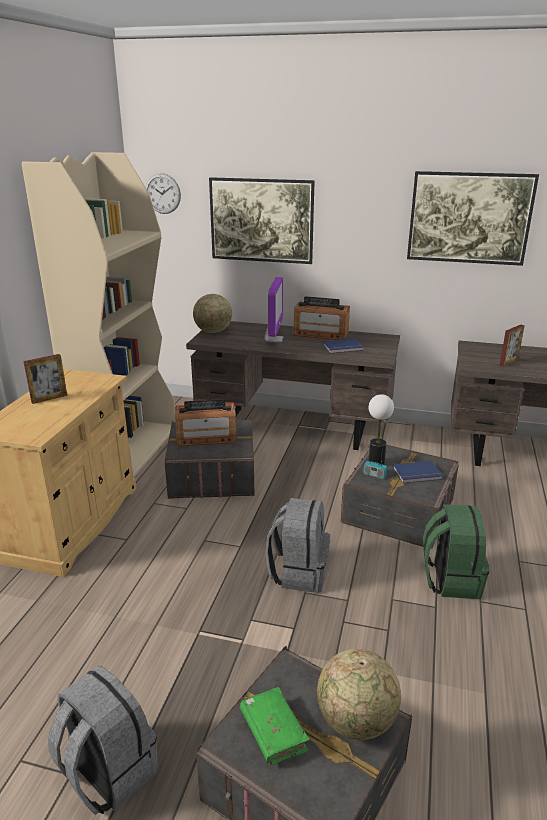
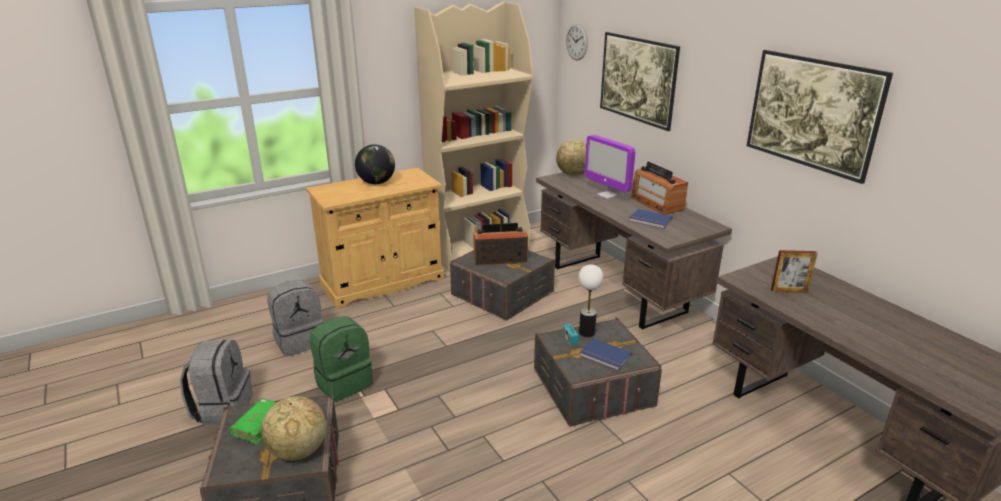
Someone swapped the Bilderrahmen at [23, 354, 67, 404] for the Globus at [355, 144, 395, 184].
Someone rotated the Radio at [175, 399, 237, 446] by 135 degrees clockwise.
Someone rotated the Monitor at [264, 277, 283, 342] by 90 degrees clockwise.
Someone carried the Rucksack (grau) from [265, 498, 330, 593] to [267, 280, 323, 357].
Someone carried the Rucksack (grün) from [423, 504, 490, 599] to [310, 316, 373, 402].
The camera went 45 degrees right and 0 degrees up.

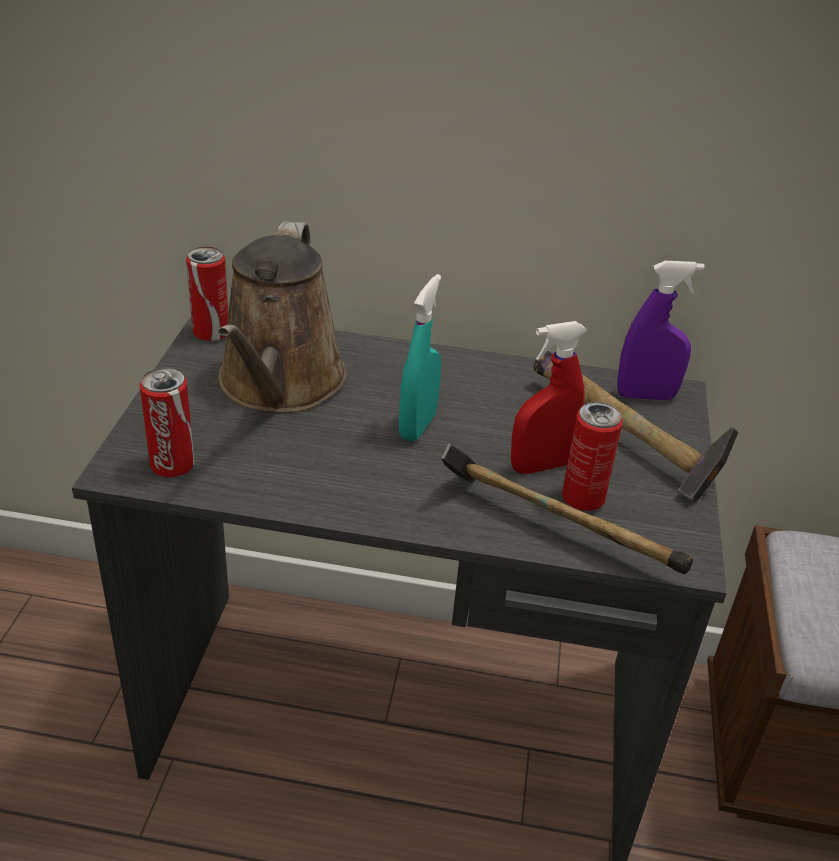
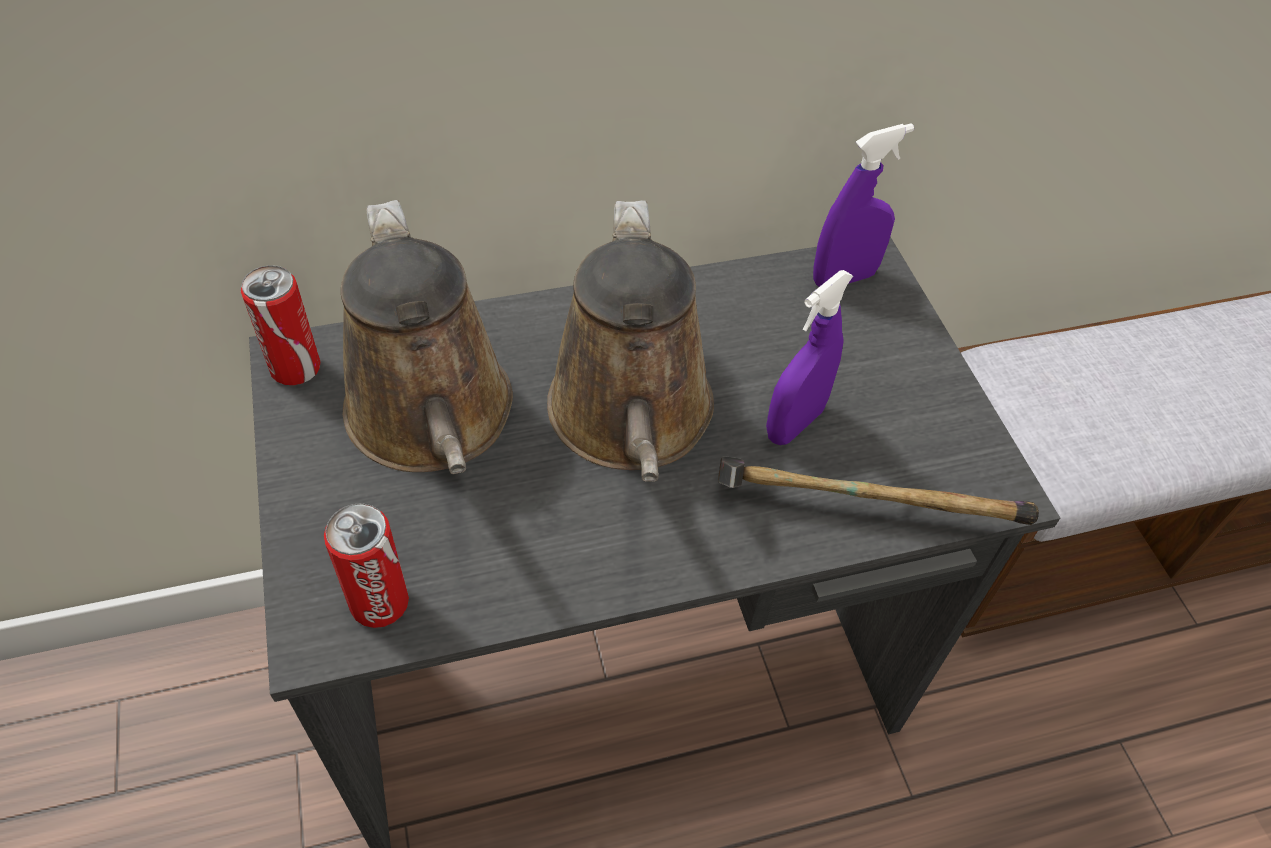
Someone swapped the Sprühflasche (türkis) at [399, 274, 441, 442] for the Gießkanne (braun) at [547, 200, 714, 482].
Someone repainted the Sprühflasche (rot) at [511, 321, 587, 474], which became the Sprühflasche (lila) at [766, 270, 853, 445].
Someone took away the Hammer at [534, 351, 738, 503].
Someone took away the Dose at [562, 402, 623, 511].
The camera went 25 degrees left and 15 degrees up.

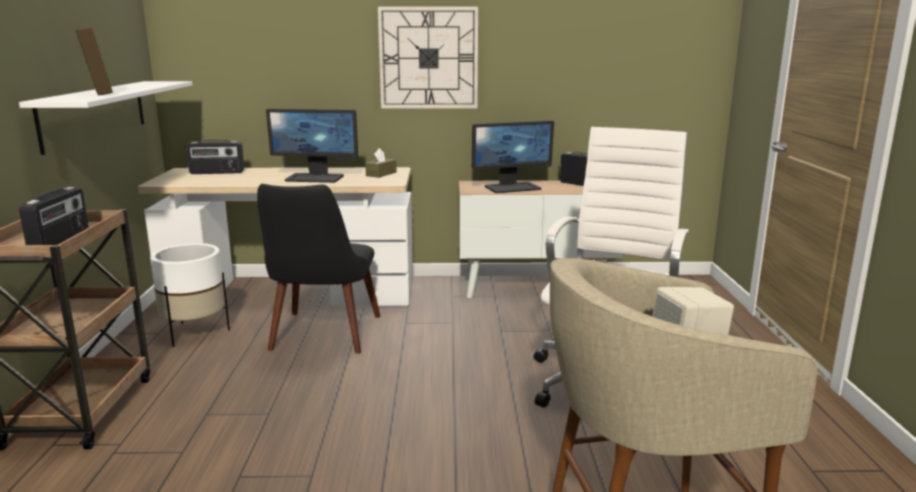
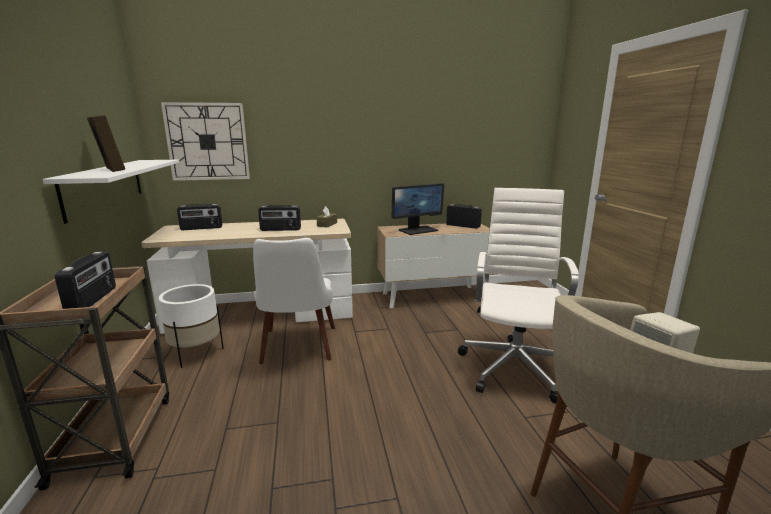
Someone repainted the Stuhl (schwarz) at [257, 184, 381, 354], which became the Stuhl (weiß) at [253, 238, 335, 364].
Someone swapped the Monitor at [266, 109, 358, 183] for the Radio at [258, 205, 301, 231].
Someone carried the Wanduhr from [378, 6, 478, 109] to [161, 102, 250, 181].
The camera went 10 degrees left and 0 degrees up.

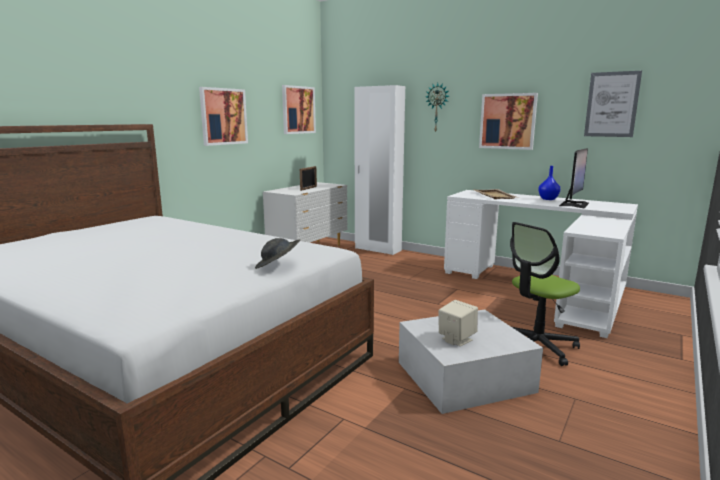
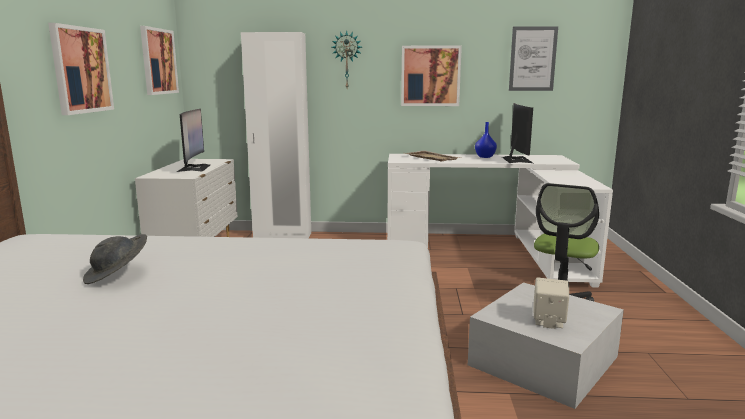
Someone carried the Hut (grau) from [255, 238, 300, 269] to [83, 234, 147, 284].
Someone swapped the Bilderrahmen at [300, 166, 317, 191] for the Monitor at [177, 109, 210, 172].
The camera went 30 degrees left and 0 degrees up.

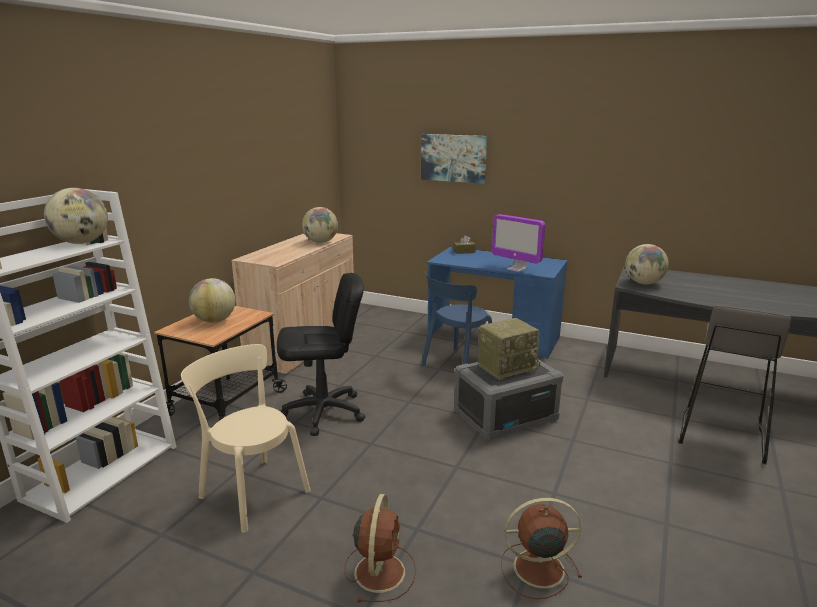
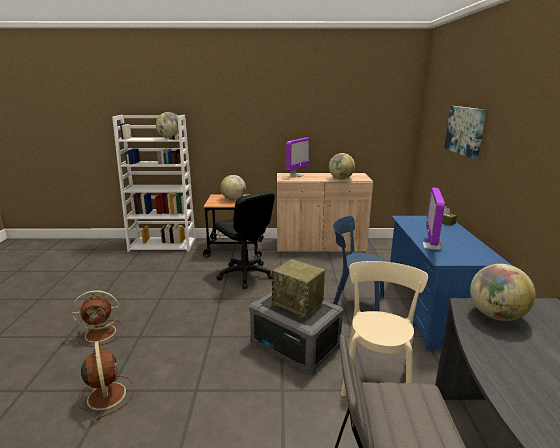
Someone carried the Stuhl (beige) from [181, 344, 311, 533] to [341, 261, 428, 396].
Someone put down the Monitor at [286, 138, 310, 177].
The camera went 65 degrees right and 0 degrees up.

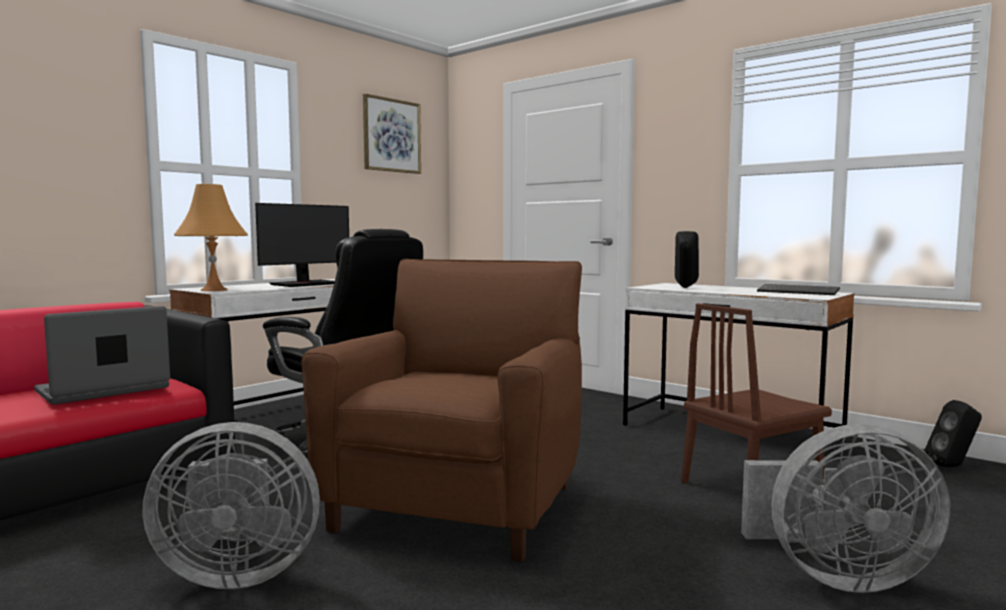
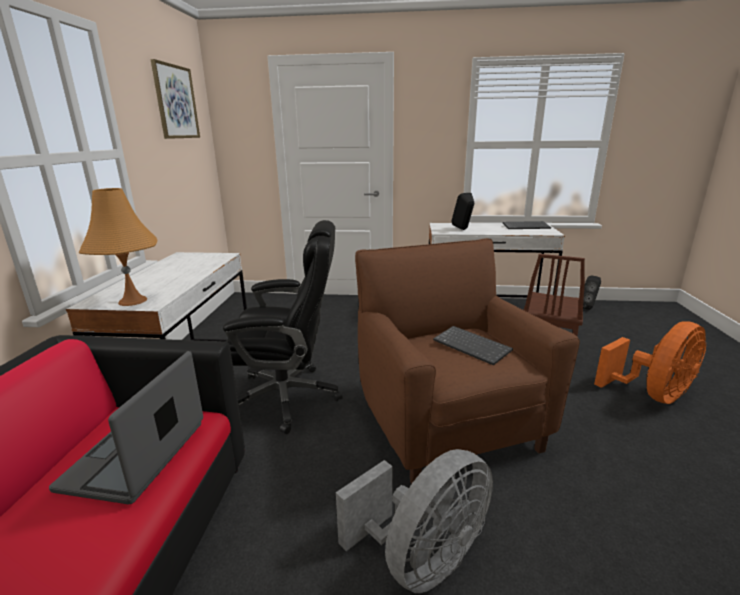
Someone took away the Monitor at [255, 203, 349, 287].
Someone repainted the Ventilator (grau) at [741, 424, 950, 593], which became the Ventilator (orange) at [594, 321, 706, 404].
Someone put down the Tastatur at [433, 326, 513, 366].
The camera went 35 degrees left and 15 degrees up.

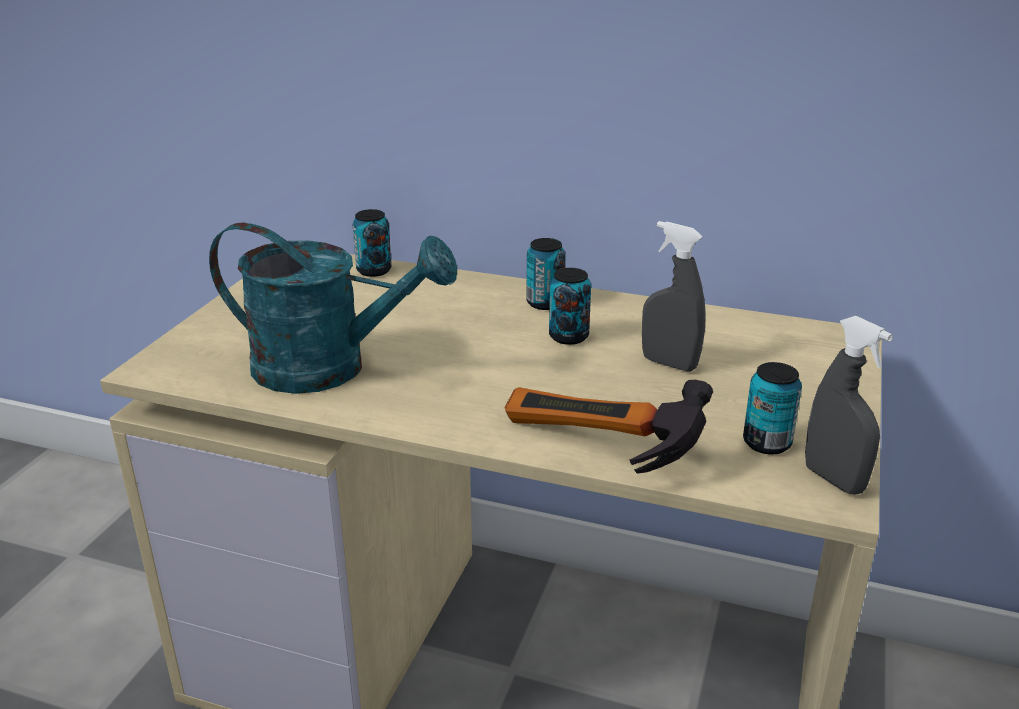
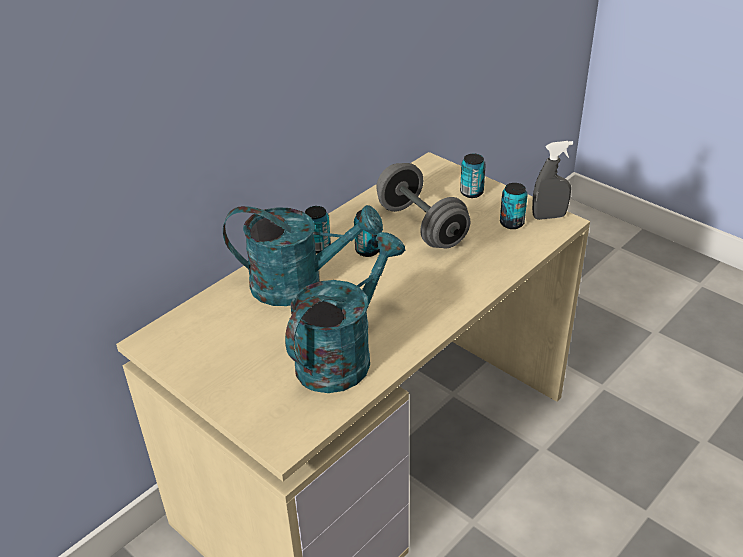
Someone carried the Dose from [353, 209, 391, 277] to [460, 153, 486, 198].
Someone took away the Hammer at [504, 380, 713, 474].
Someone swapped the Sprühflasche (grau) at [642, 221, 706, 372] for the Hantel (grau) at [376, 163, 470, 248].
Someone put down the Gießkanne (türkis) at [223, 205, 383, 306].
The camera went 65 degrees left and 10 degrees up.

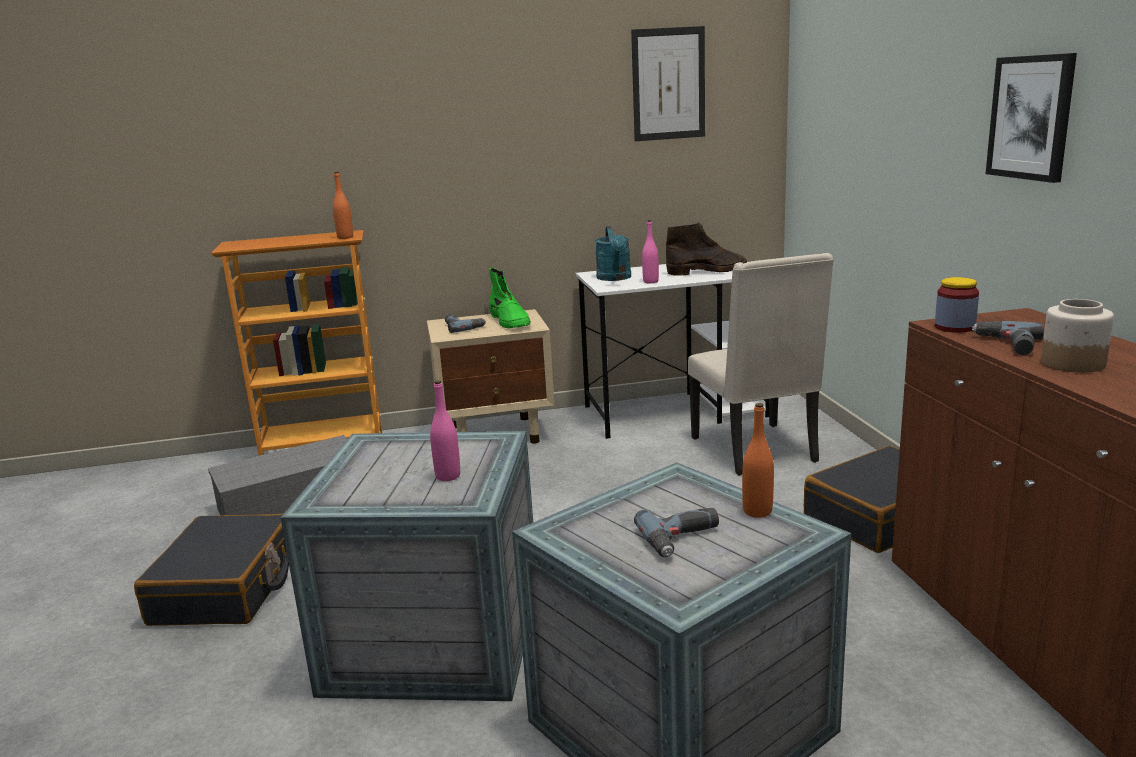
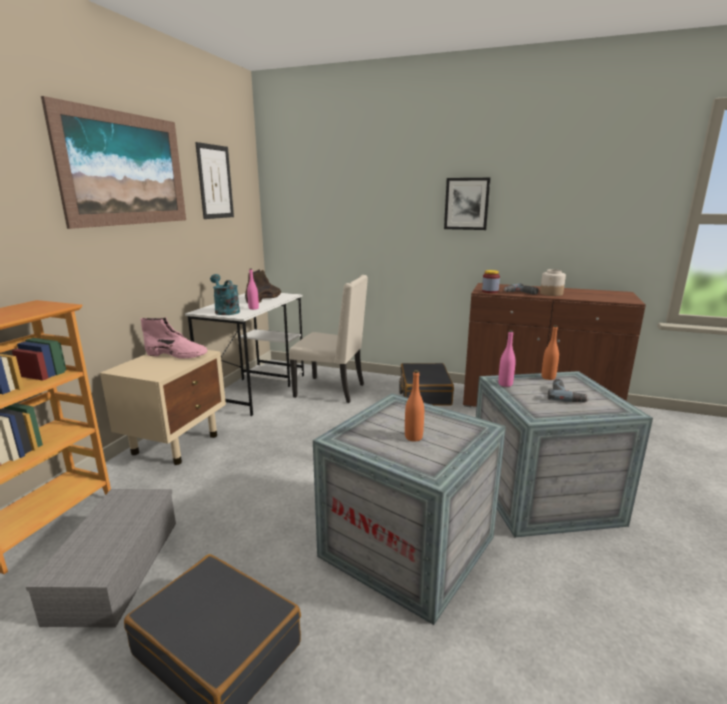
Someone carried the Flasche (orange) from [333, 172, 353, 239] to [405, 370, 424, 441].
Someone carried the Flasche (rosa) from [430, 380, 460, 481] to [498, 330, 516, 387].
Someone took away the Bohrmaschine at [445, 314, 486, 333].
Someone repainted the Stiefel (grün) at [489, 268, 531, 328], which became the Stiefel (rosa) at [141, 317, 208, 359].
Someone rotated the Gießkanne (türkis) at [595, 226, 631, 281] by 150 degrees counterclockwise.
Someone put up the Bild at [41, 96, 186, 229].
The camera went 60 degrees left and 0 degrees up.

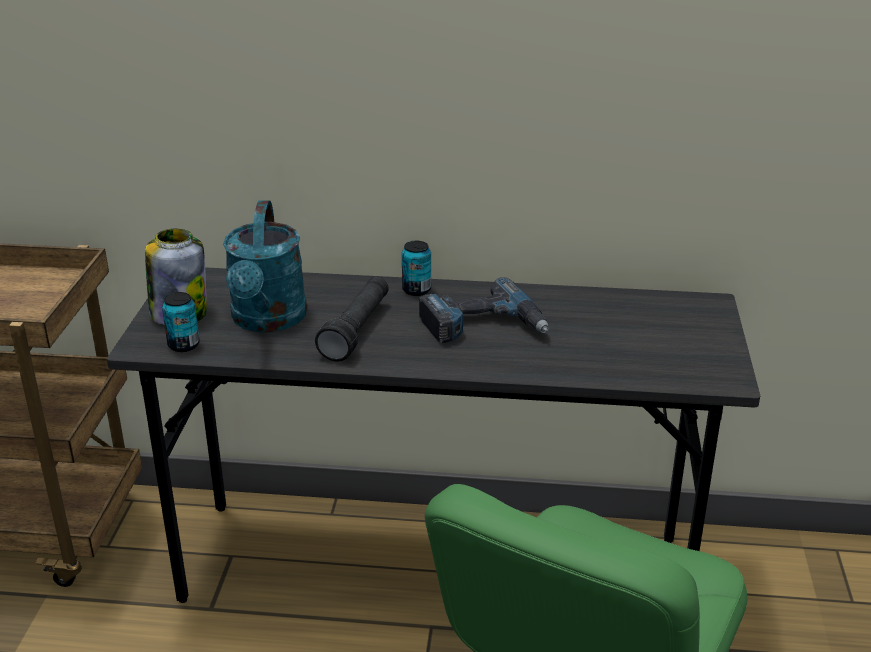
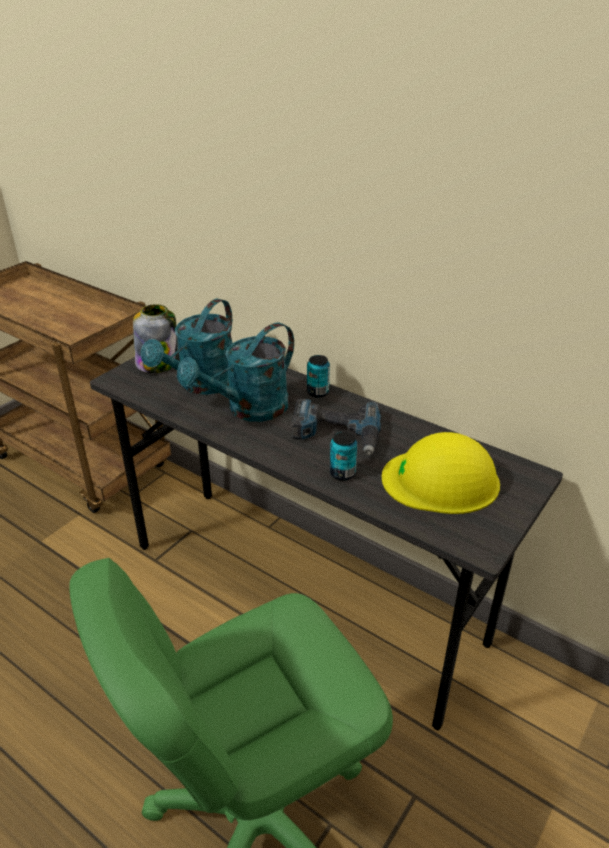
Someone carried the Dose from [162, 292, 199, 352] to [330, 431, 357, 481].
Someone swapped the Taschenlampe (schwarz) at [315, 277, 389, 362] for the Gießkanne (türkis) at [177, 322, 294, 422].
Someone put down the Schutzhelm (gelb) at [382, 432, 500, 514].
The camera went 30 degrees right and 5 degrees up.

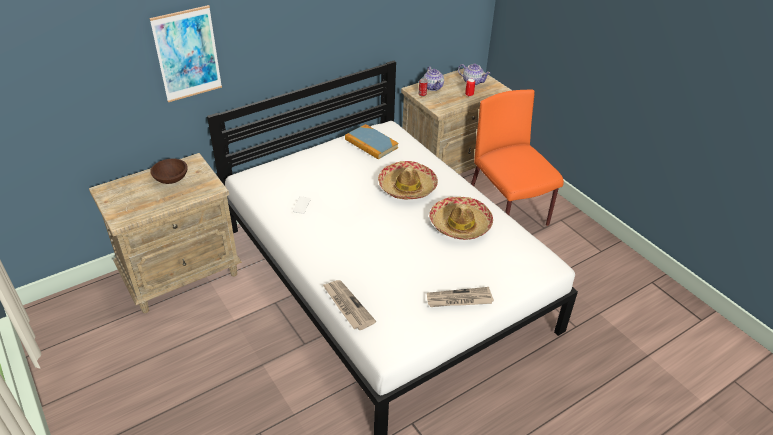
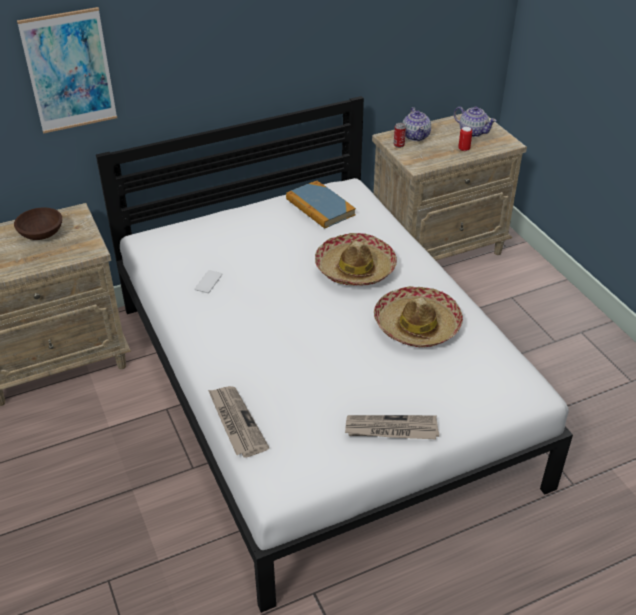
Someone took away the Stuhl (orange) at [471, 89, 564, 226].
The camera went 10 degrees right and 0 degrees up.

